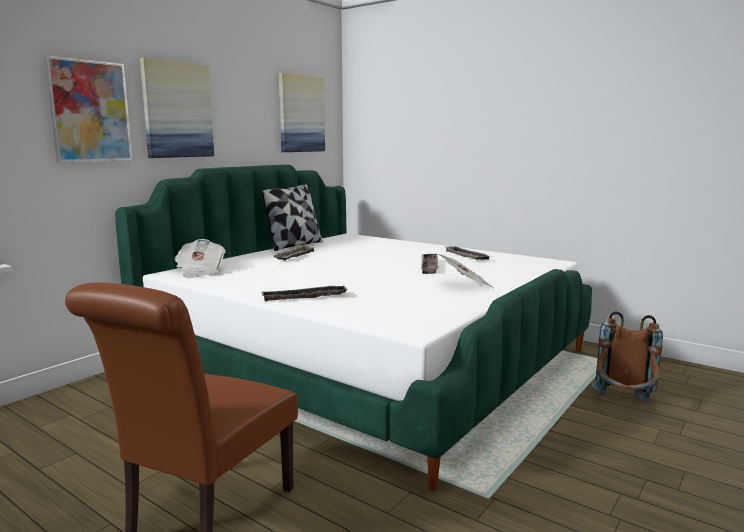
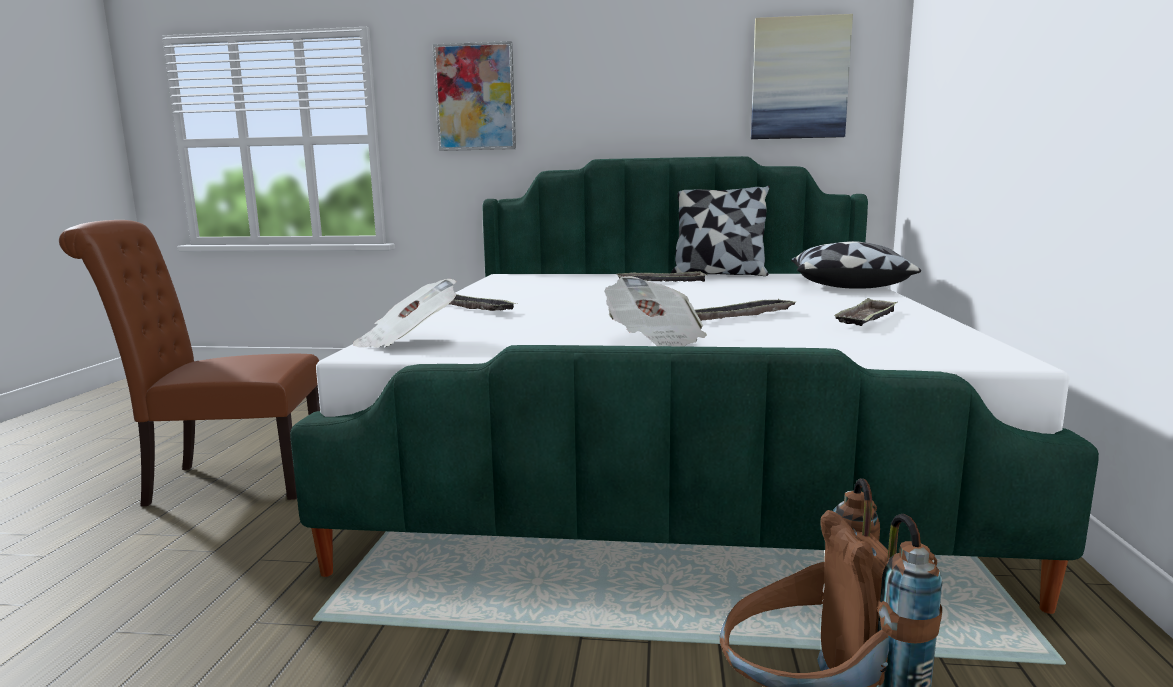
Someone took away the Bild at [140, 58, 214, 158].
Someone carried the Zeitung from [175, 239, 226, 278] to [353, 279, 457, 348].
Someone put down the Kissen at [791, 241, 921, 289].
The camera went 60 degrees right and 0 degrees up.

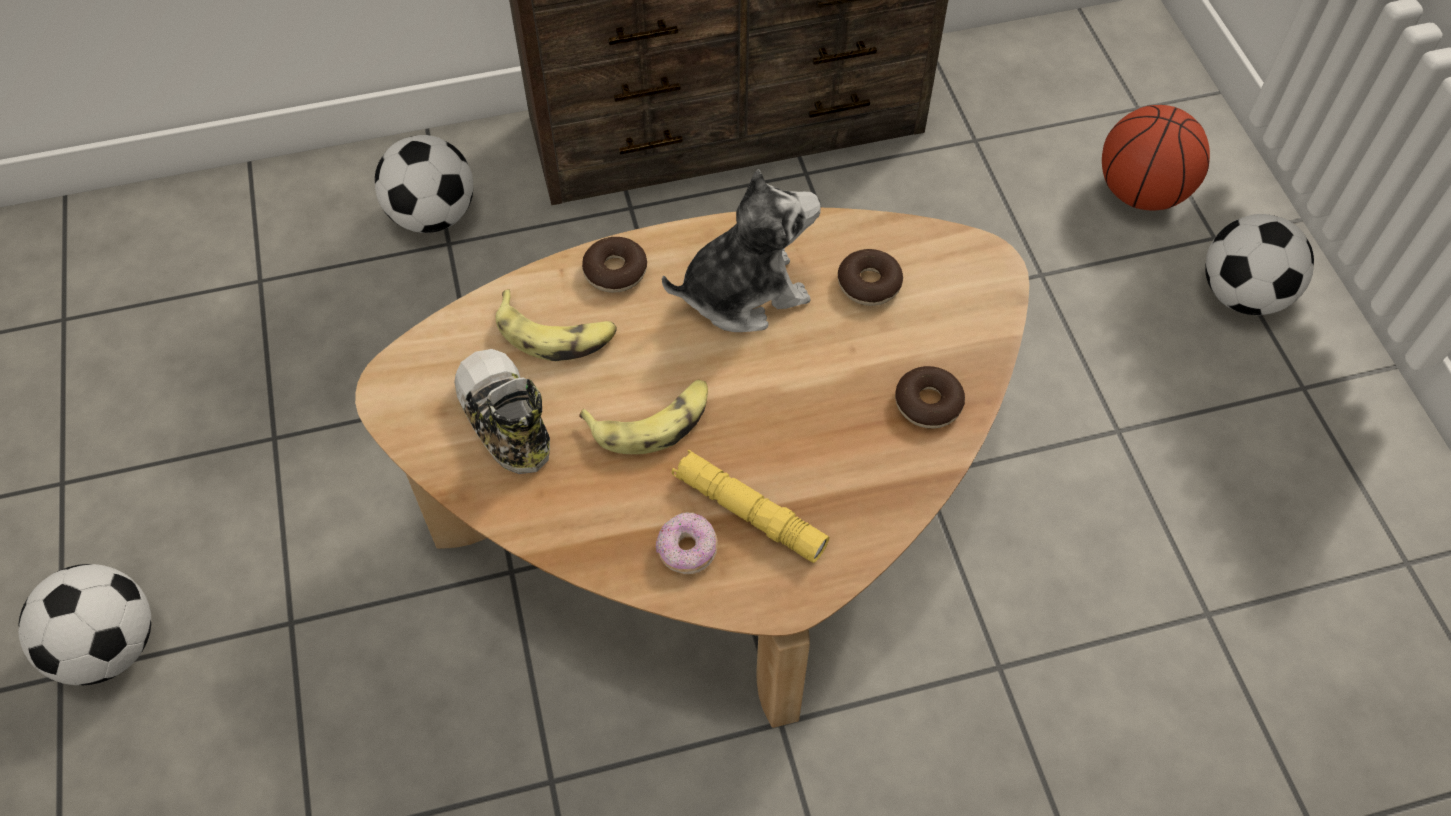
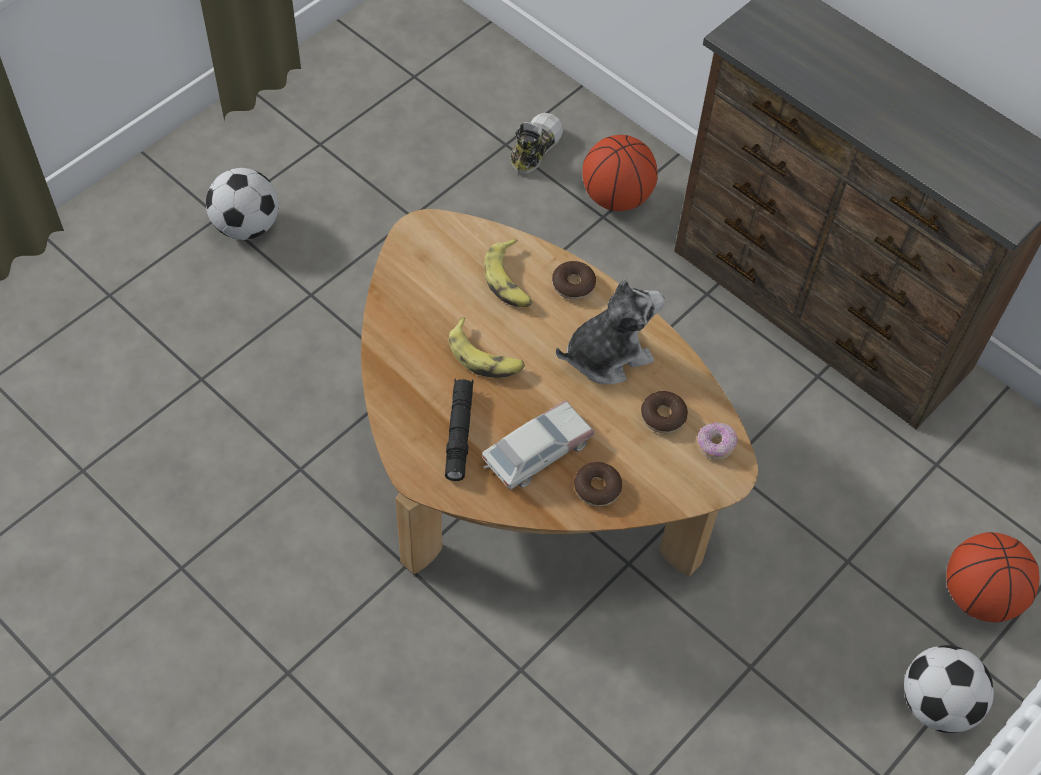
Someone swapped the Fußball at [375, 135, 473, 233] for the Basketball at [582, 135, 658, 211].
Someone carried the Schuh from [454, 349, 550, 474] to [510, 113, 563, 174].
Someone carried the Donut from [656, 512, 718, 574] to [697, 423, 737, 460].
Someone rotated the Plüschtier at [662, 169, 821, 332] by 60 degrees counterclockwise.
Someone repainted the Taschenlampe (gelb) at [672, 449, 829, 563], which became the Taschenlampe (schwarz) at [445, 378, 474, 481].
Someone put down the Spielzeugauto at [482, 401, 594, 490].
The camera went 55 degrees right and 0 degrees up.

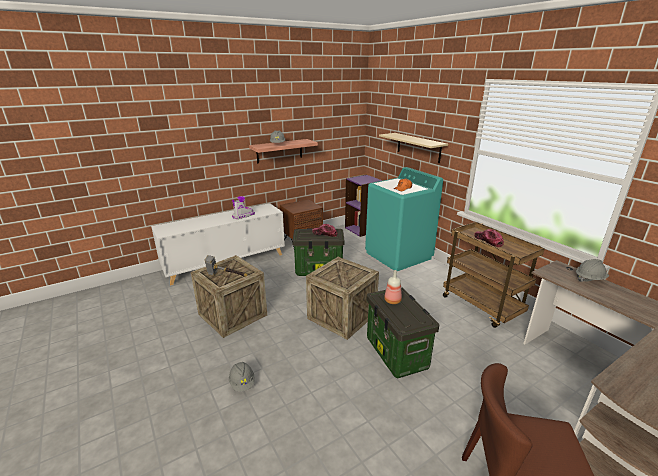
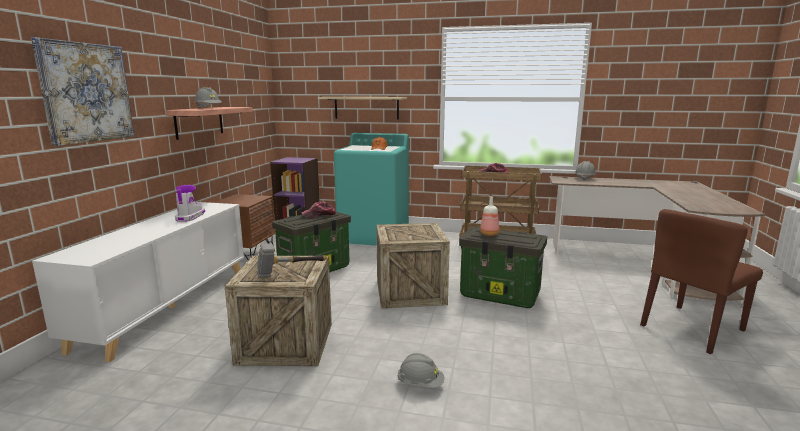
Someone put up the Bild at [31, 37, 134, 146].
The camera went 45 degrees left and 10 degrees down.

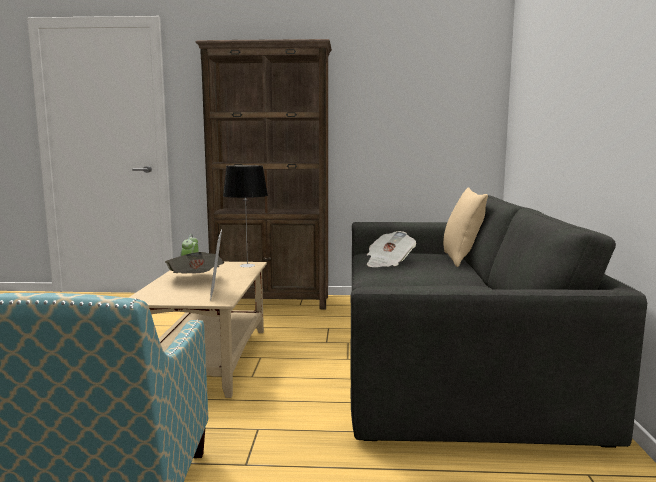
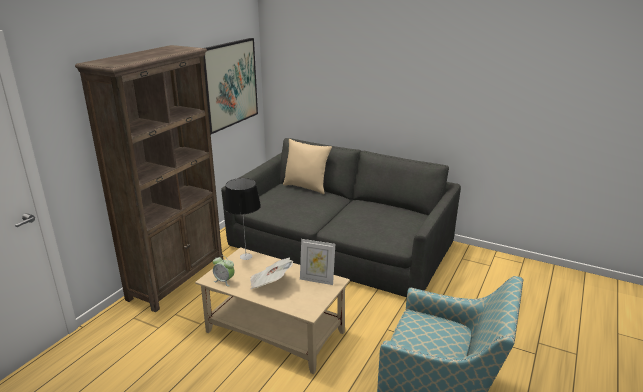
Someone took away the Zeitung at [367, 231, 416, 267].
Someone put up the Bild at [204, 38, 258, 134].
The camera went 65 degrees left and 15 degrees up.

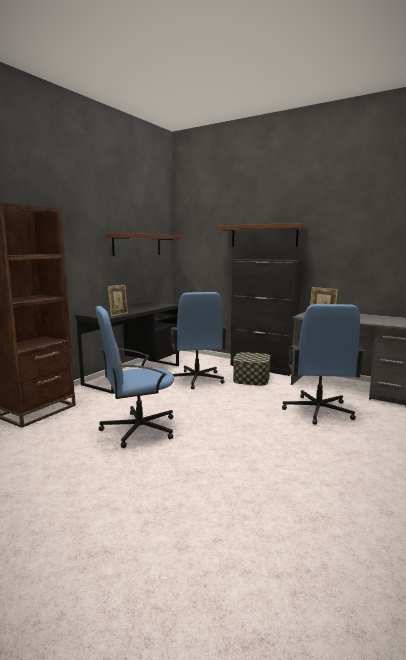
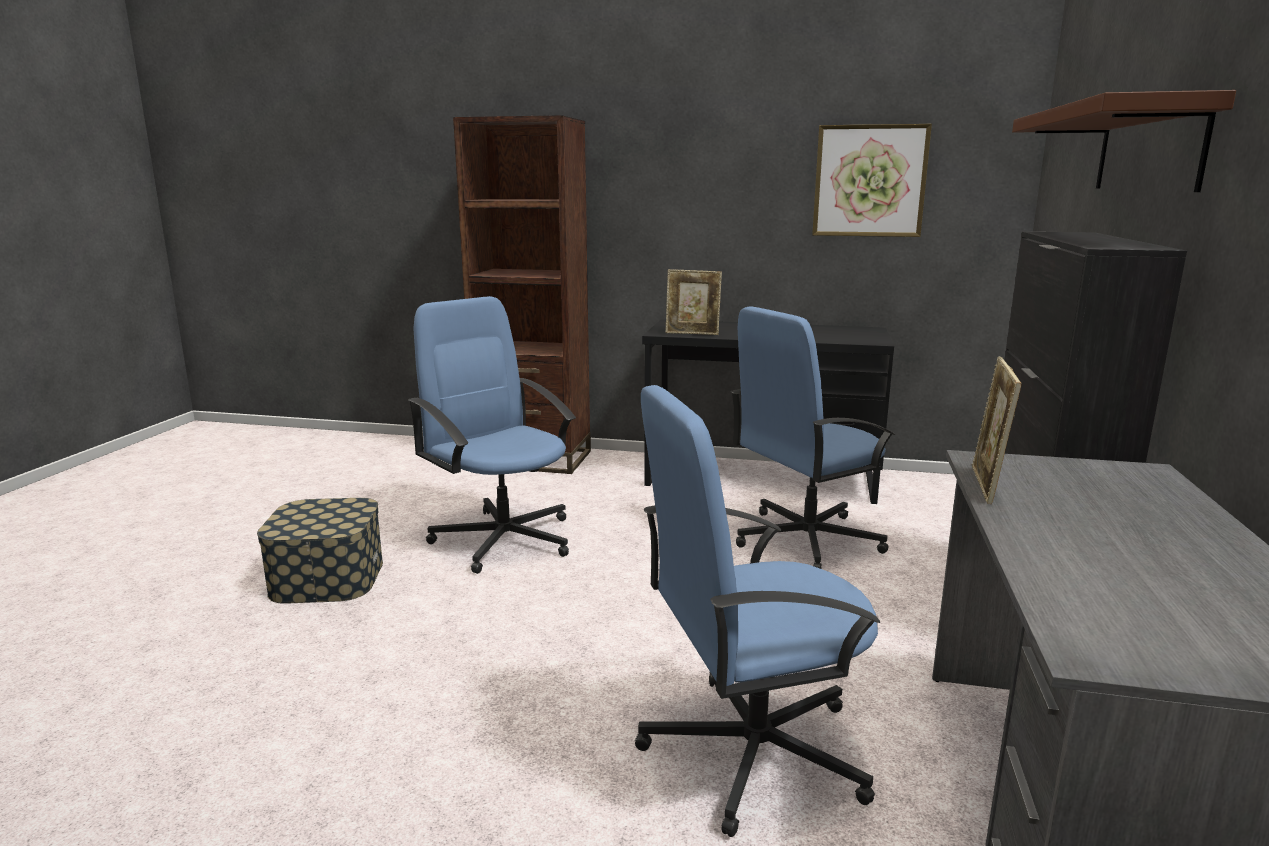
Someone swapped the Wandregal (braun) at [106, 233, 182, 256] for the Bild at [812, 124, 932, 237].
Someone carried the Aufbewahrungsbox from [233, 352, 271, 386] to [257, 498, 383, 604].
The camera went 70 degrees right and 5 degrees up.

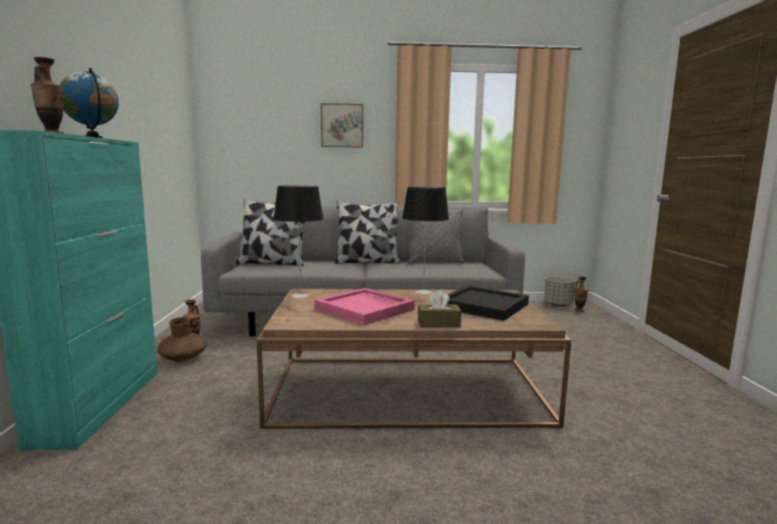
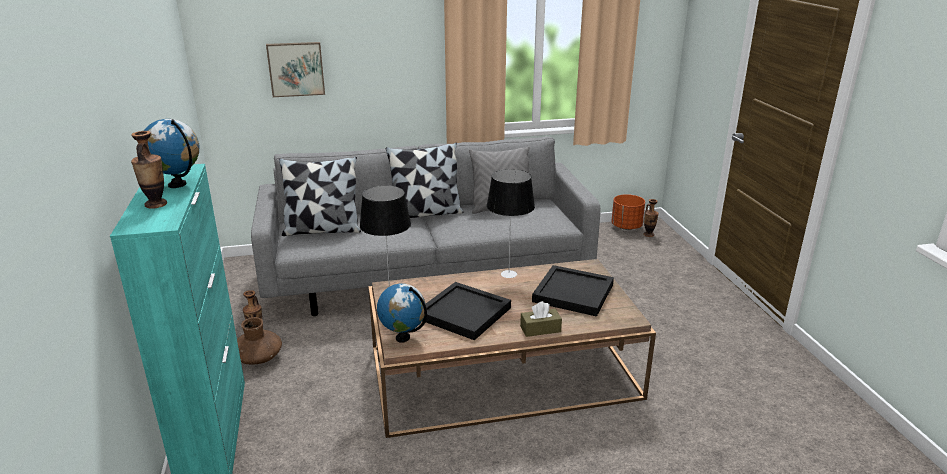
Someone repainted the Tablett (rosa) at [315, 288, 415, 326], which became the Tablett (schwarz) at [422, 282, 511, 340].
Someone carried the Bild from [321, 103, 363, 148] to [266, 42, 325, 97].
Someone repainted the Pflanzkübel (grau) at [544, 276, 576, 307], which became the Pflanzkübel (orange) at [611, 194, 645, 230].
Someone put down the Globus at [377, 283, 427, 343].
The camera went 10 degrees left and 15 degrees up.

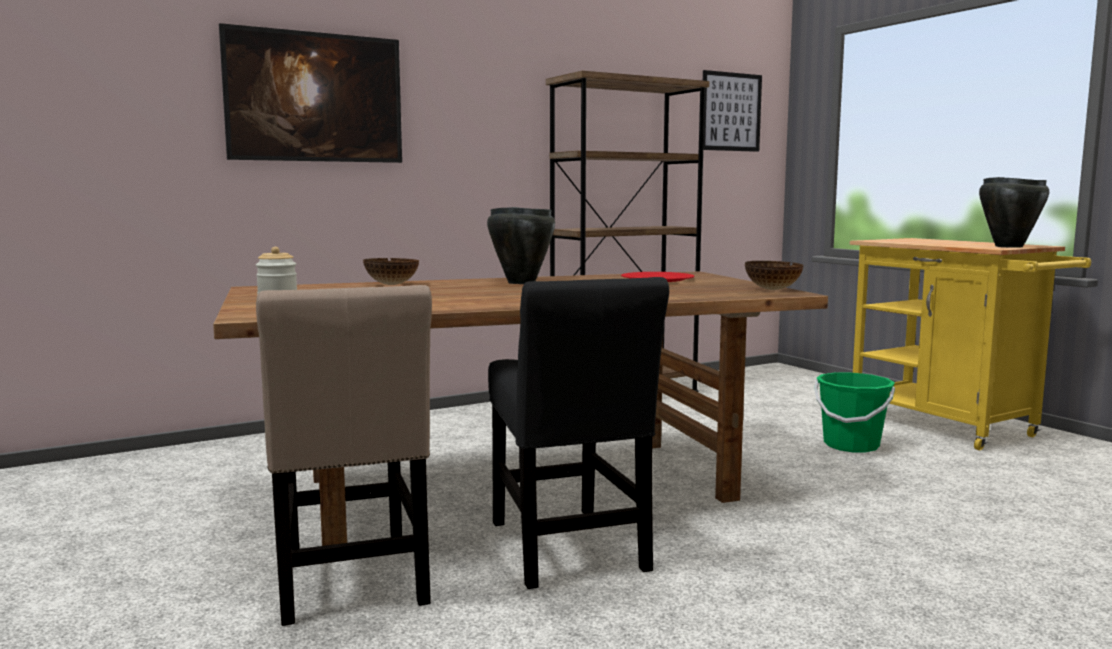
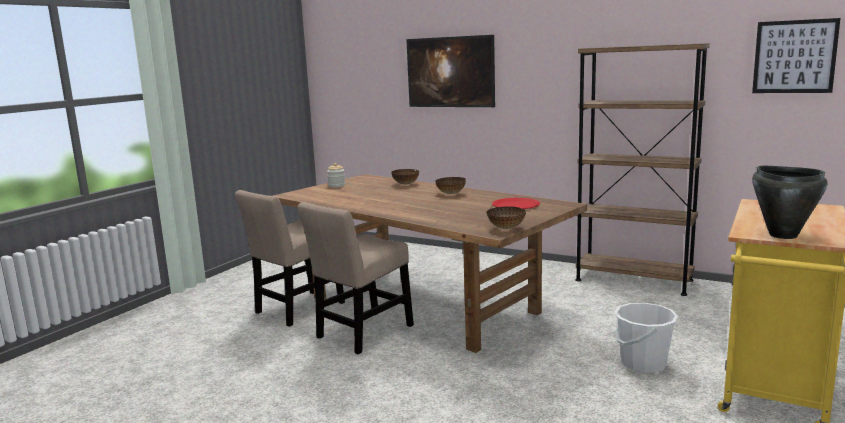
Someone swapped the Kochtopf (schwarz) at [487, 207, 555, 284] for the Schüssel at [435, 177, 466, 194].
Someone repainted the Stuhl (schwarz) at [488, 277, 669, 589], which became the Stuhl (beige) at [297, 202, 414, 354].
Someone repainted the Eimer (grün) at [814, 373, 895, 453], which became the Eimer (weiß) at [615, 303, 678, 373].
The camera went 60 degrees right and 5 degrees up.

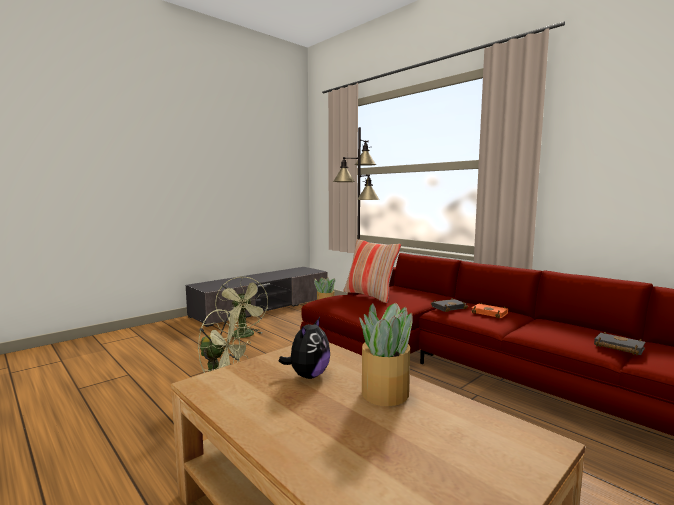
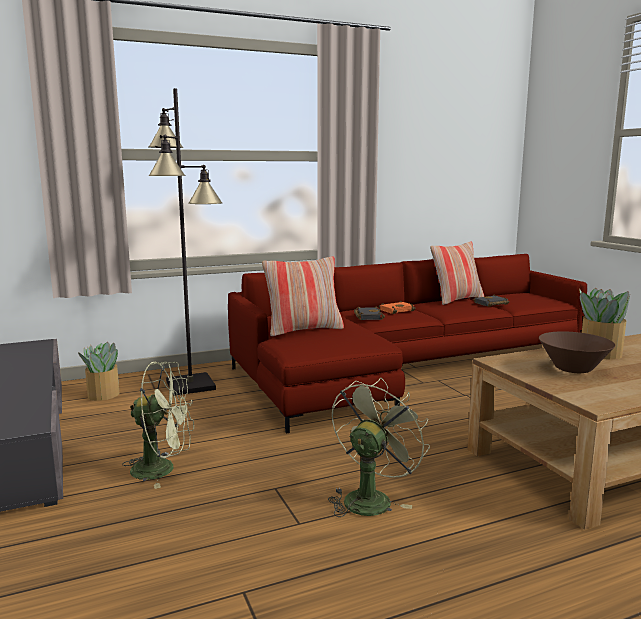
Someone swapped the Plüschtier at [279, 317, 330, 379] for the Schüssel (braun) at [539, 331, 615, 373].
Someone put down the Kissen at [430, 241, 484, 305].
The camera went 70 degrees left and 5 degrees up.

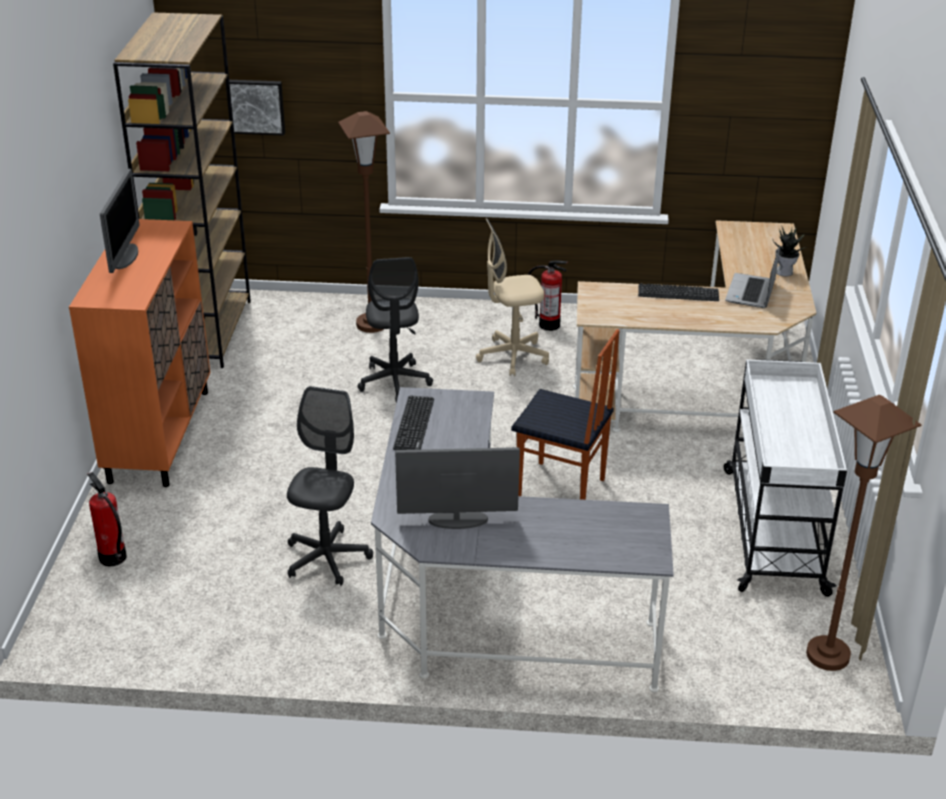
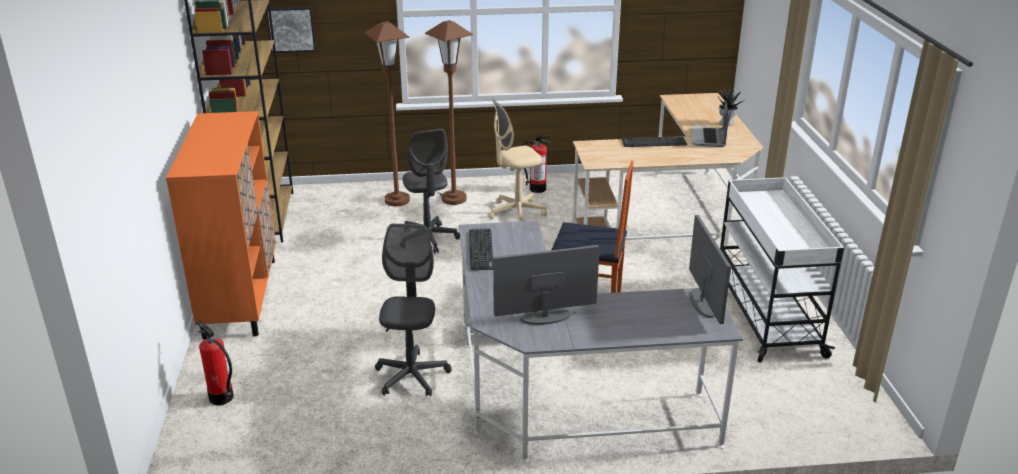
Someone carried the Monitor from [100, 169, 140, 273] to [689, 215, 731, 324].
Someone carried the Stehlampe (braun) from [806, 395, 921, 671] to [425, 20, 473, 205].
The camera went 10 degrees left and 5 degrees down.

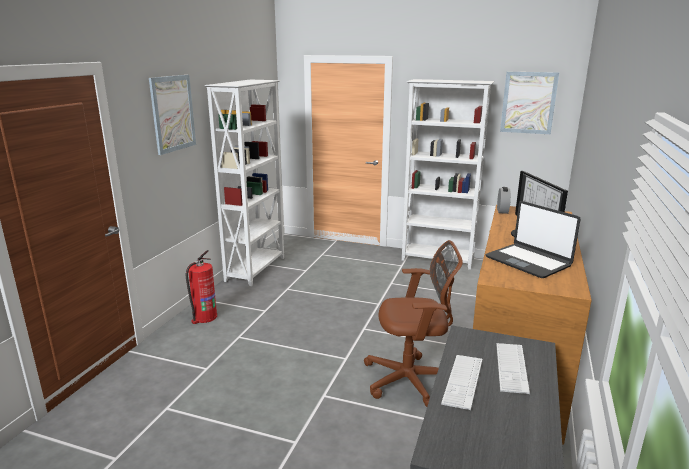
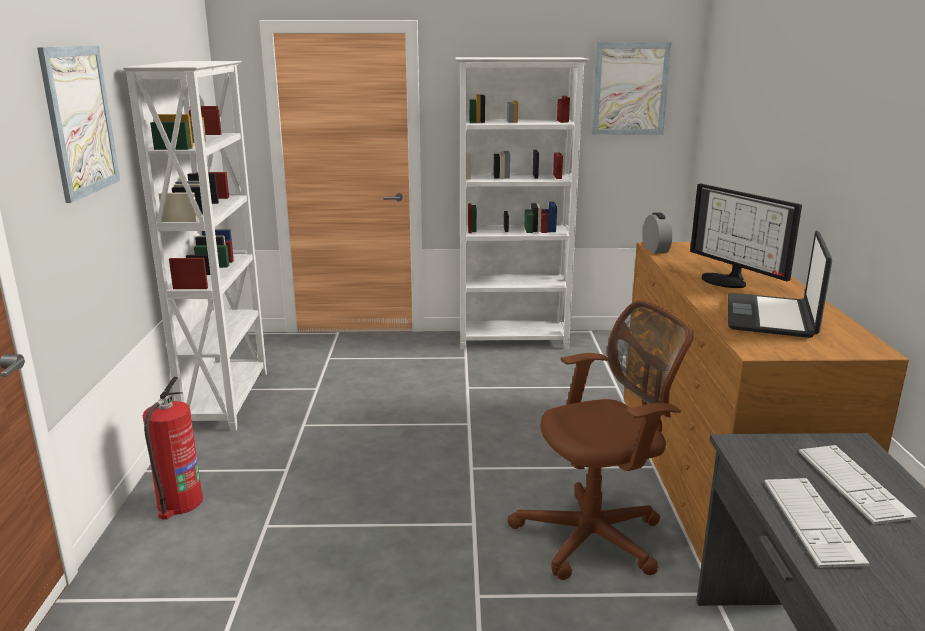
Someone rotated the Laptop at [485, 201, 580, 278] by 75 degrees clockwise.
The camera went 20 degrees left and 0 degrees up.

